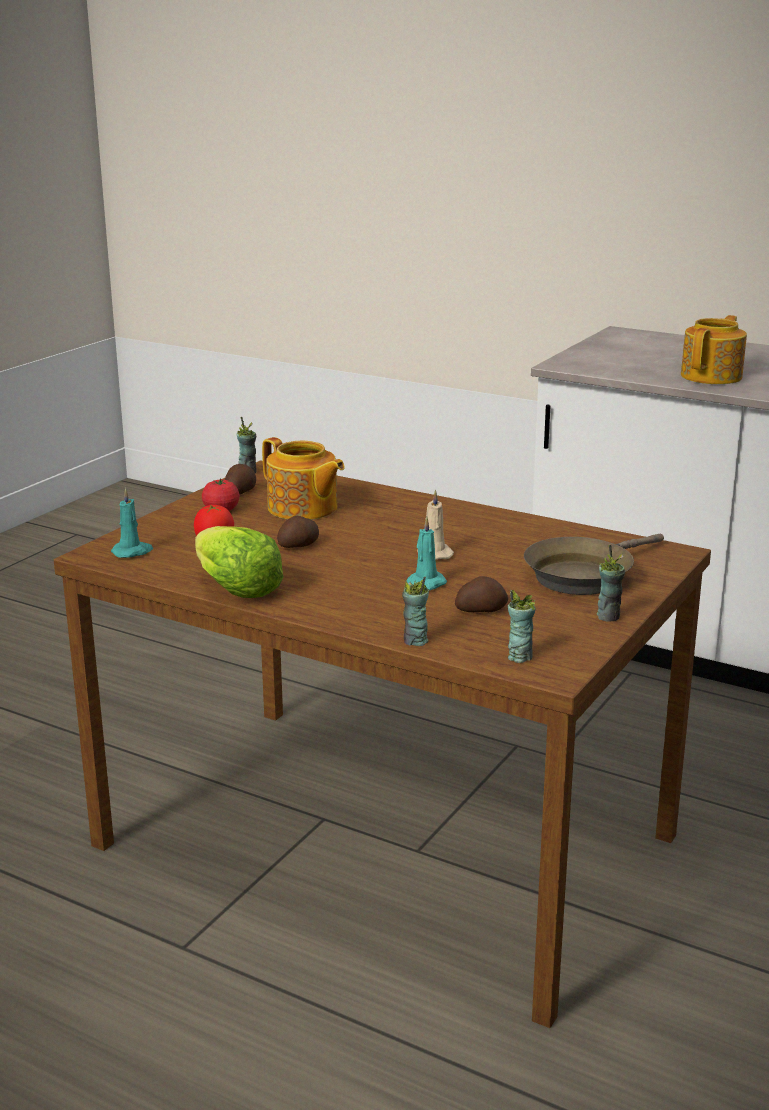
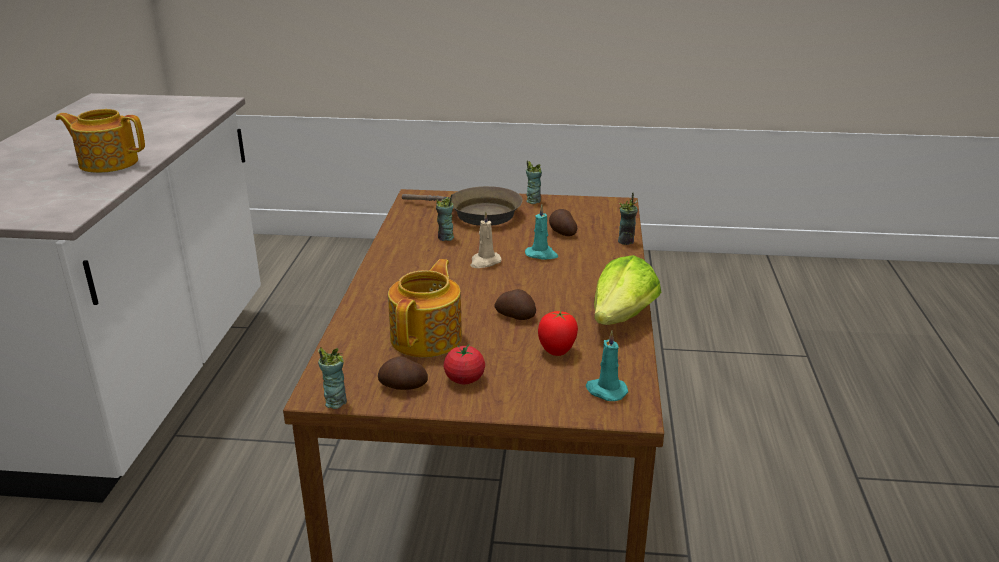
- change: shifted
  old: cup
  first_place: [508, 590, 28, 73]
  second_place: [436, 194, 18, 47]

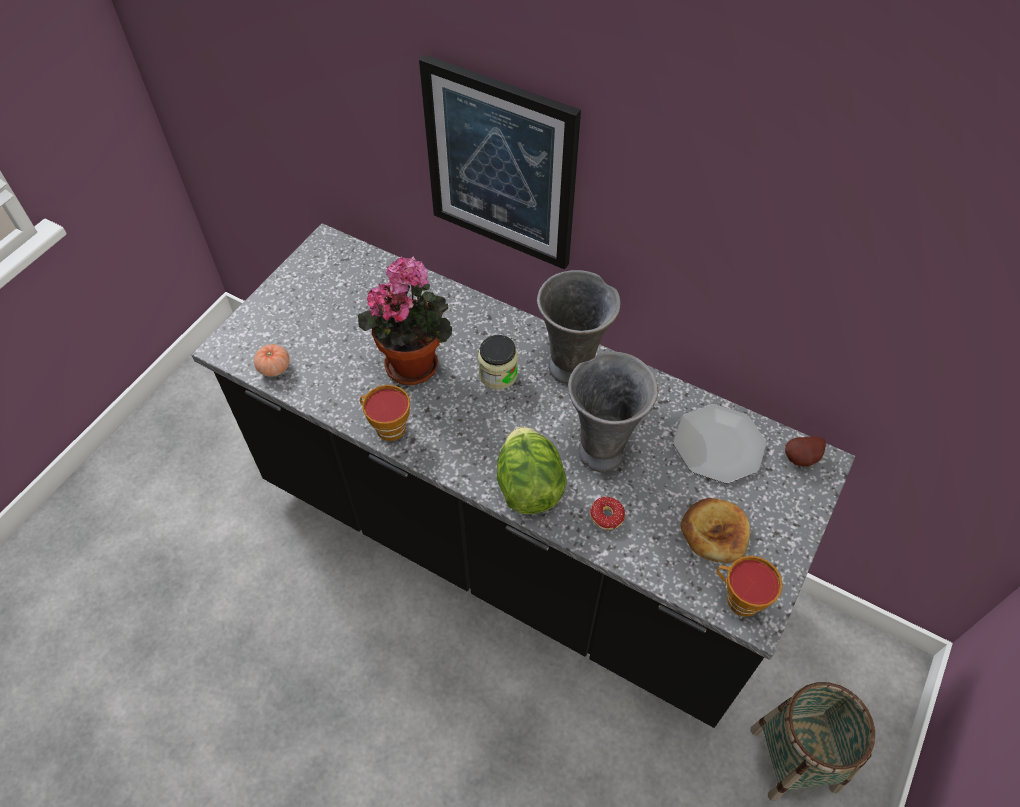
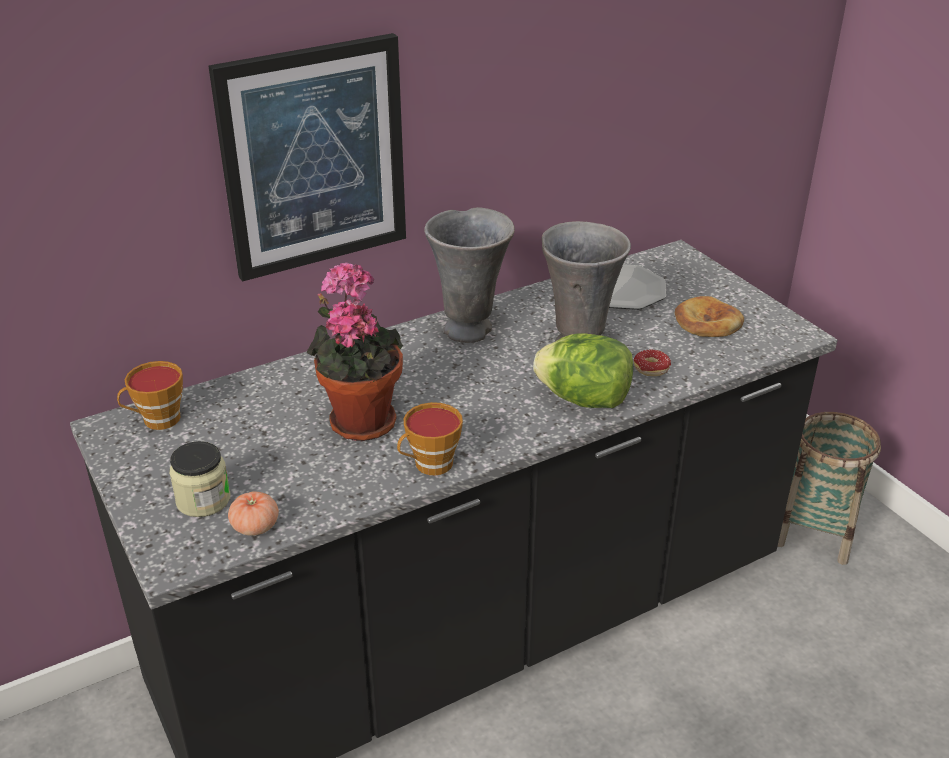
- change: shifted
  old: jar
  first_place: [478, 335, 40, 54]
  second_place: [169, 441, 61, 76]
- change: gone
  old: potato
  first_place: [785, 436, 41, 31]
- change: shifted
  old: cup
  first_place: [716, 556, 67, 61]
  second_place: [117, 361, 66, 69]

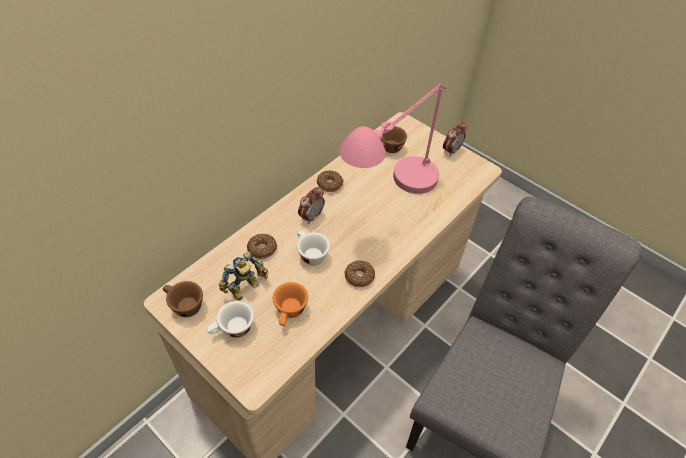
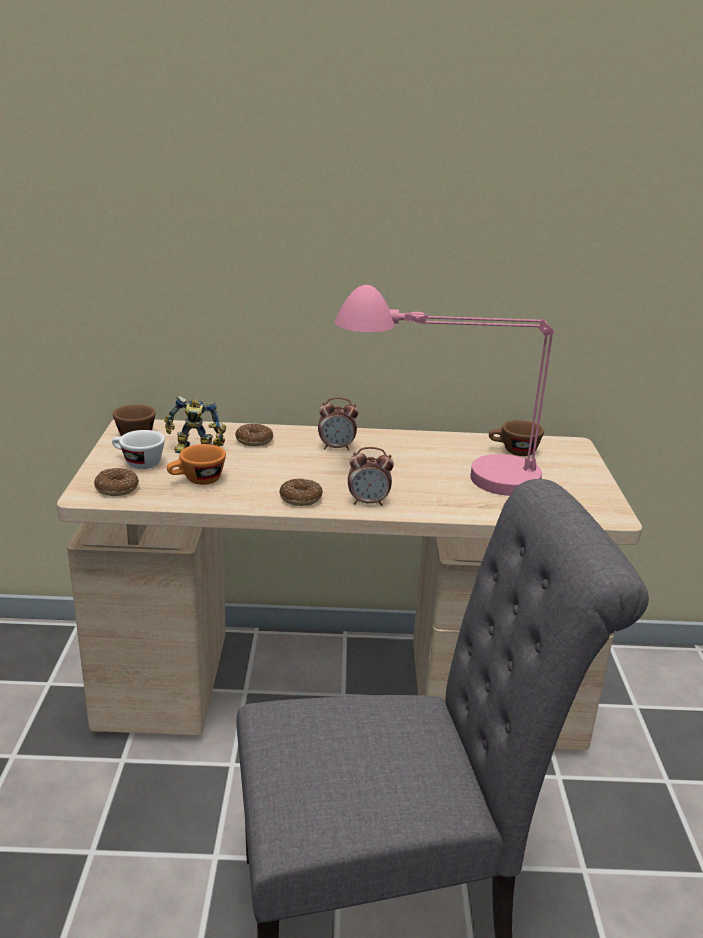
- change: shifted
  old: alarm_clock
  first_place: [443, 122, 24, 35]
  second_place: [348, 447, 46, 59]
- change: shifted
  old: donut
  first_place: [317, 170, 26, 22]
  second_place: [94, 468, 45, 28]
- change: gone
  old: white_cup
  first_place: [297, 231, 33, 34]

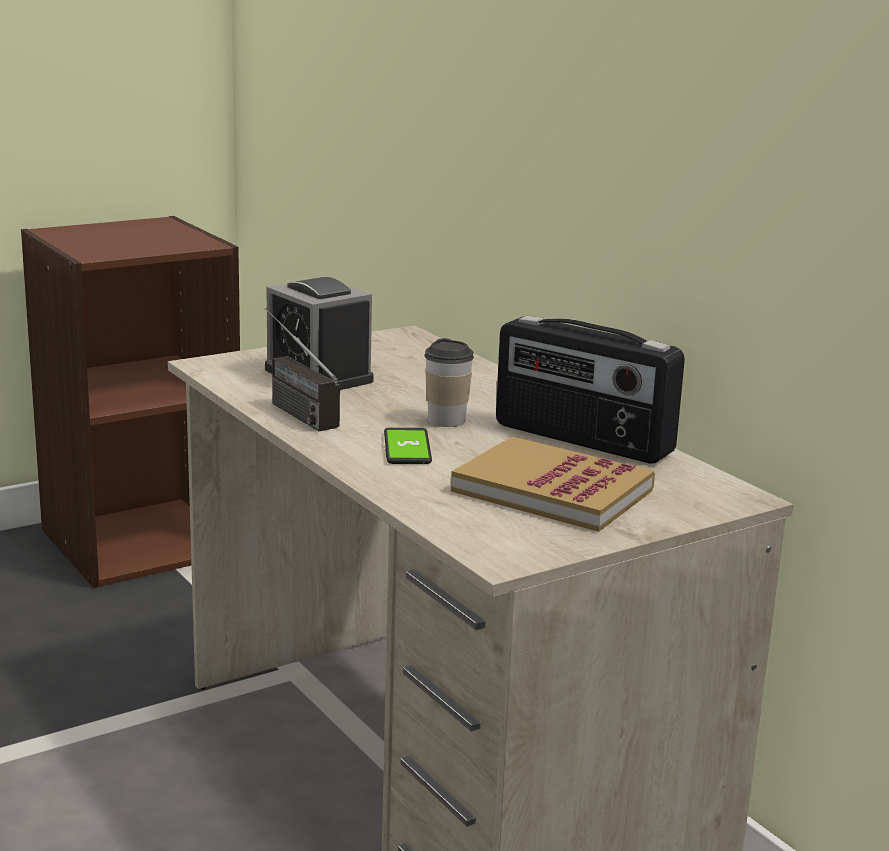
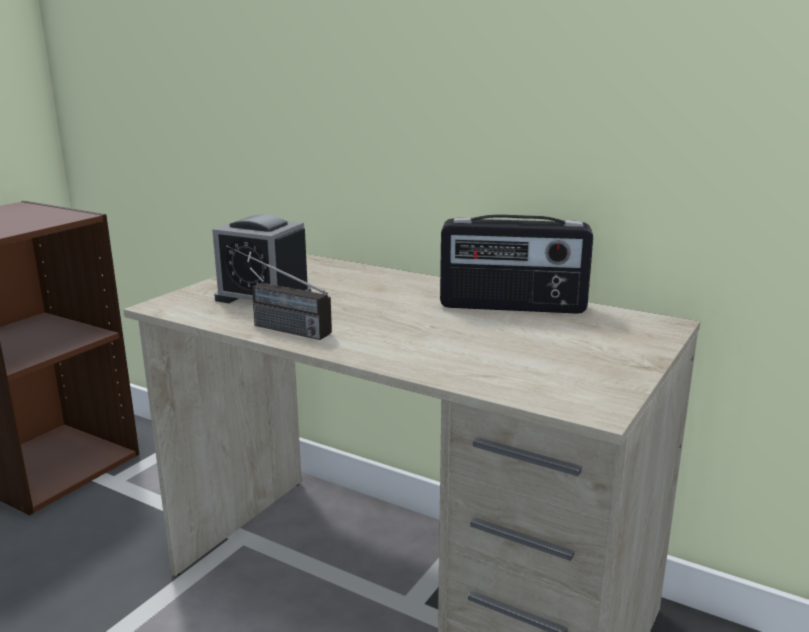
- change: gone
  old: cup
  first_place: [424, 338, 50, 89]
- change: gone
  old: phone
  first_place: [384, 428, 48, 36]
- change: gone
  old: book
  first_place: [451, 436, 204, 96]

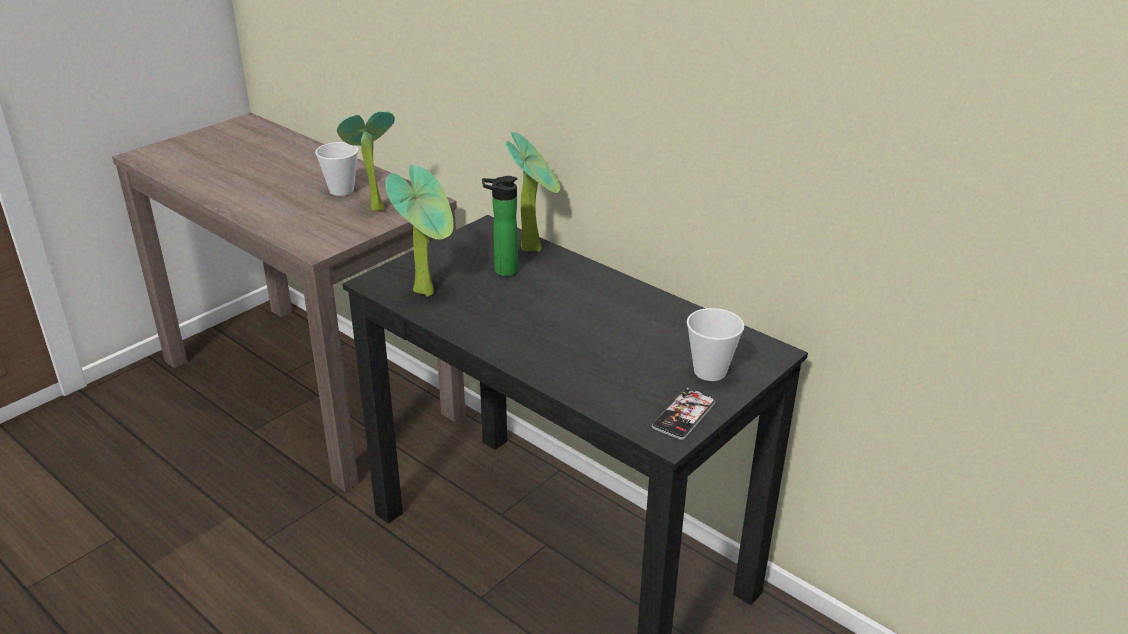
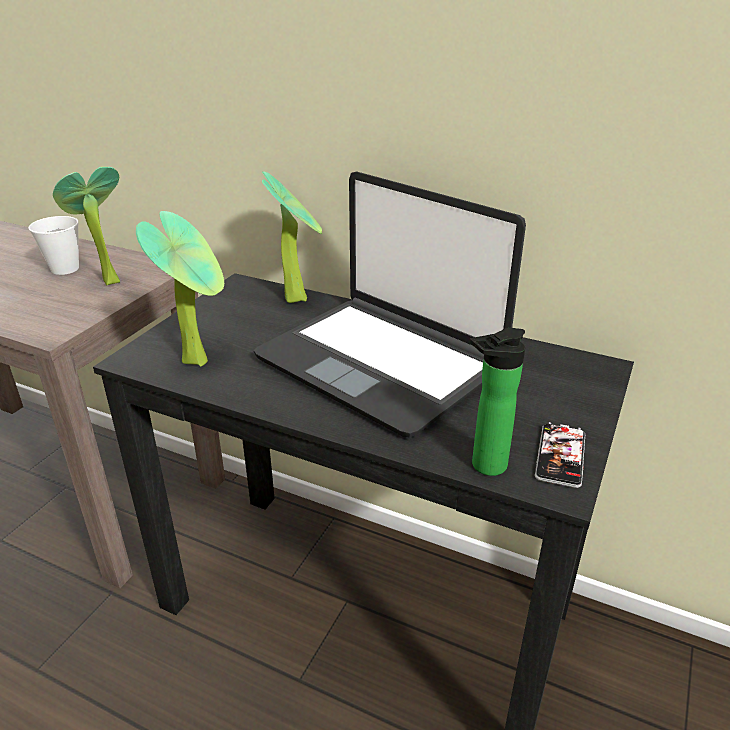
- change: shifted
  old: bottle
  first_place: [482, 176, 36, 100]
  second_place: [470, 328, 55, 148]
- change: gone
  old: cup
  first_place: [687, 308, 57, 73]
- change: new
  new: laptop
  second_place: [254, 171, 272, 267]

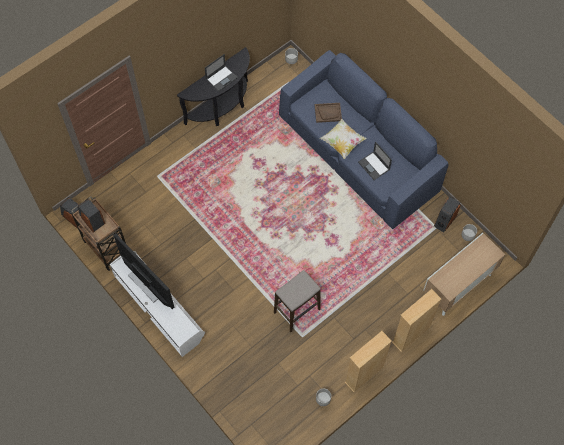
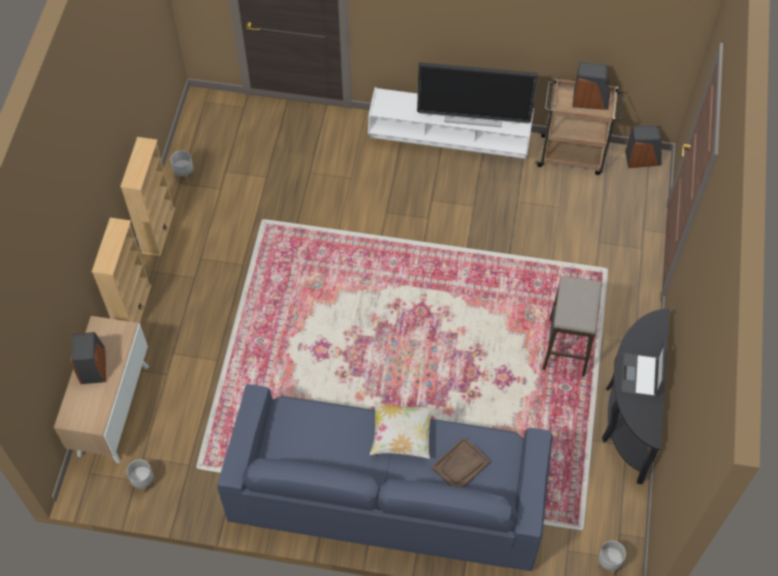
- change: gone
  old: laptop
  first_place: [358, 142, 34, 38]
- change: shifted
  old: speaker
  first_place: [434, 197, 27, 35]
  second_place: [70, 332, 36, 52]
- change: shifted
  old: stool
  first_place: [274, 270, 47, 62]
  second_place: [542, 276, 60, 101]

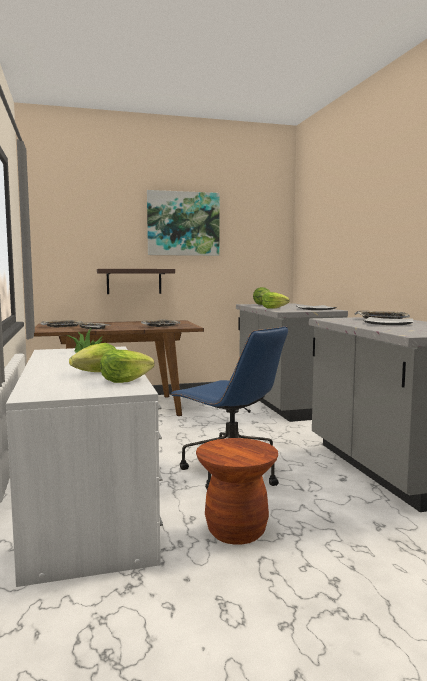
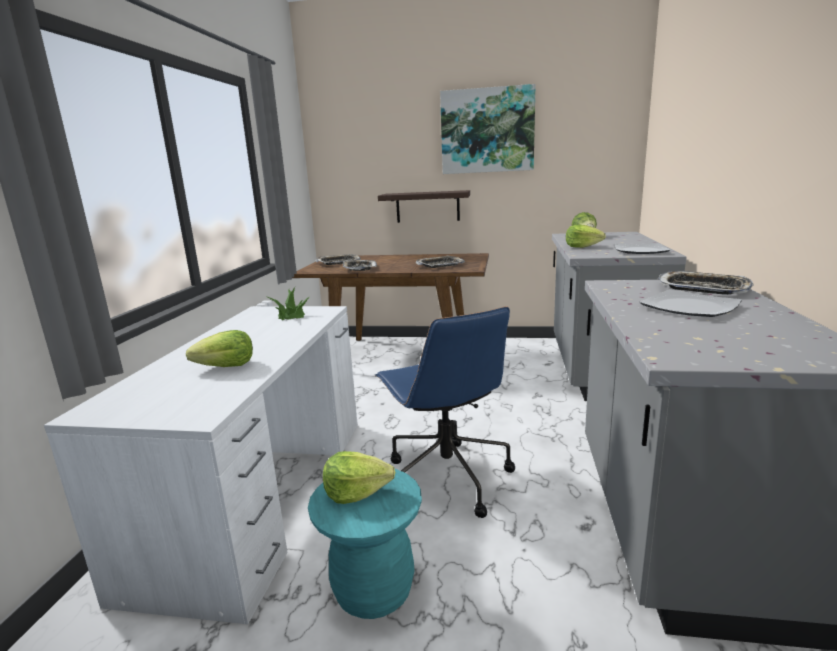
- change: shifted
  old: lettuce
  first_place: [100, 349, 54, 34]
  second_place: [323, 451, 72, 53]
- change: repainted
  old: brown_stool
  new: turquoise_stool
  first_place: [196, 438, 82, 107]
  second_place: [308, 469, 114, 150]

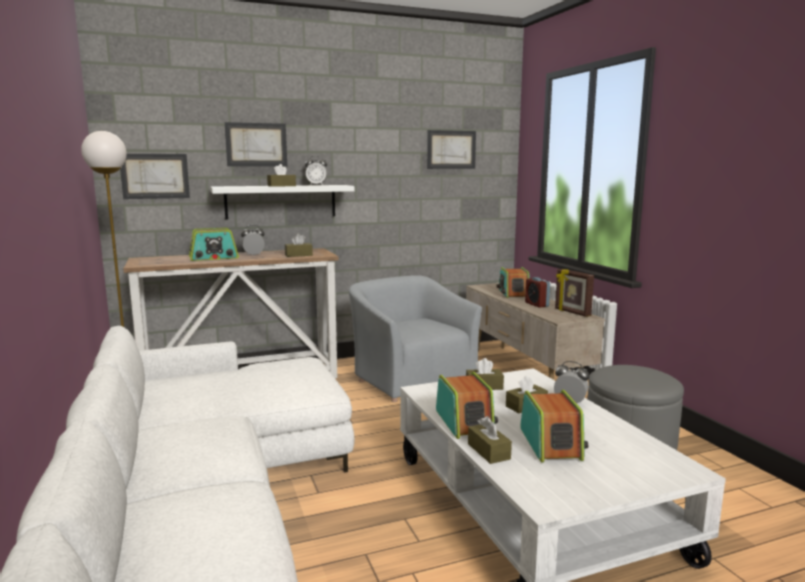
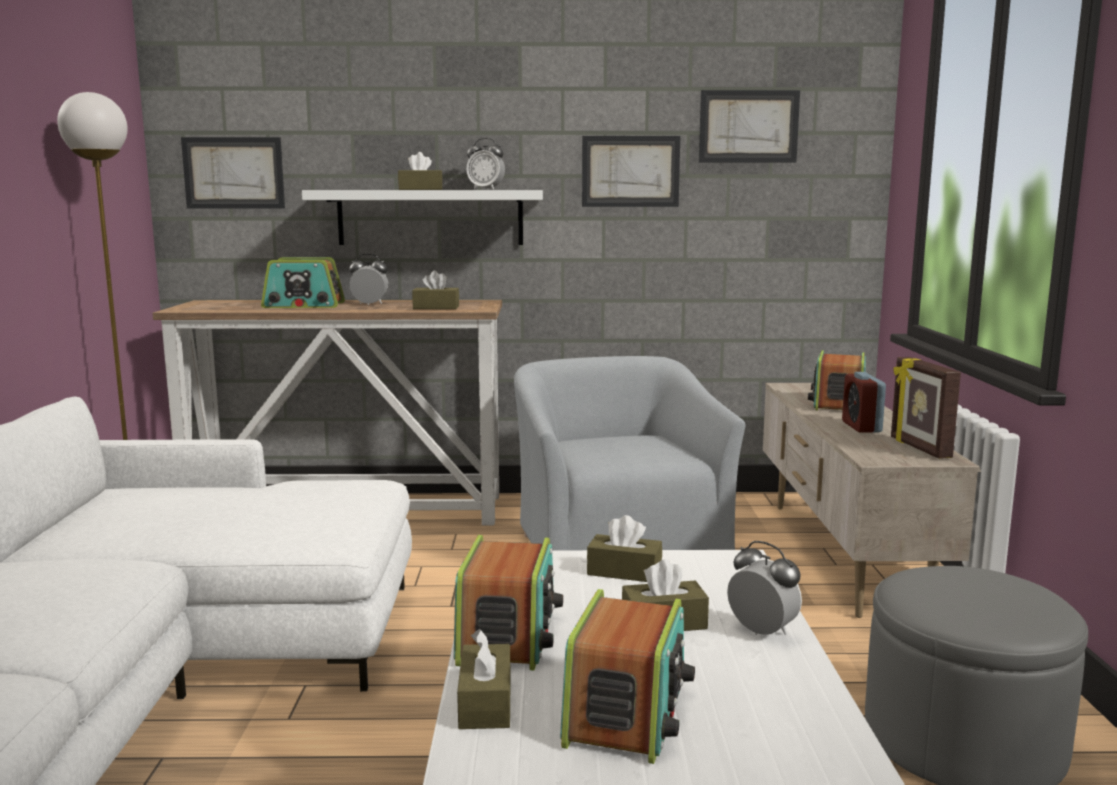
- change: shifted
  old: picture
  first_place: [225, 122, 62, 44]
  second_place: [582, 136, 98, 71]

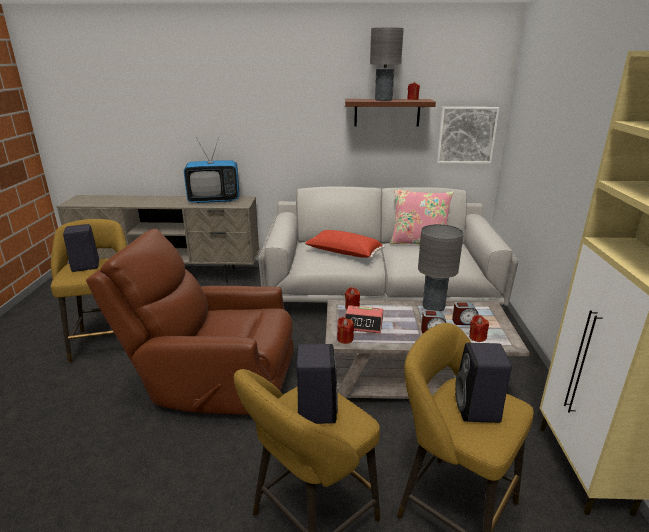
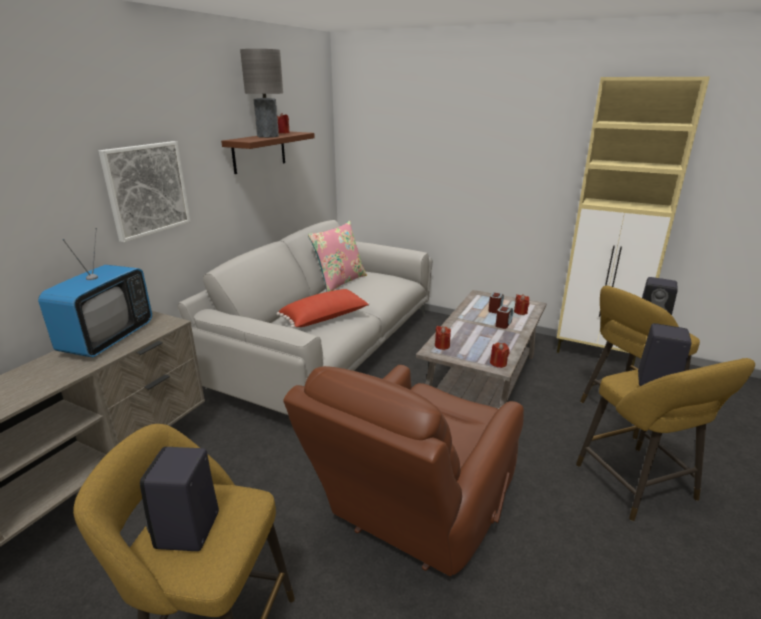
- change: shifted
  old: picture
  first_place: [437, 107, 63, 57]
  second_place: [99, 141, 92, 101]
- change: gone
  old: grey_table_lamp
  first_place: [418, 224, 46, 87]
- change: gone
  old: alarm_clock
  first_place: [345, 305, 38, 28]

